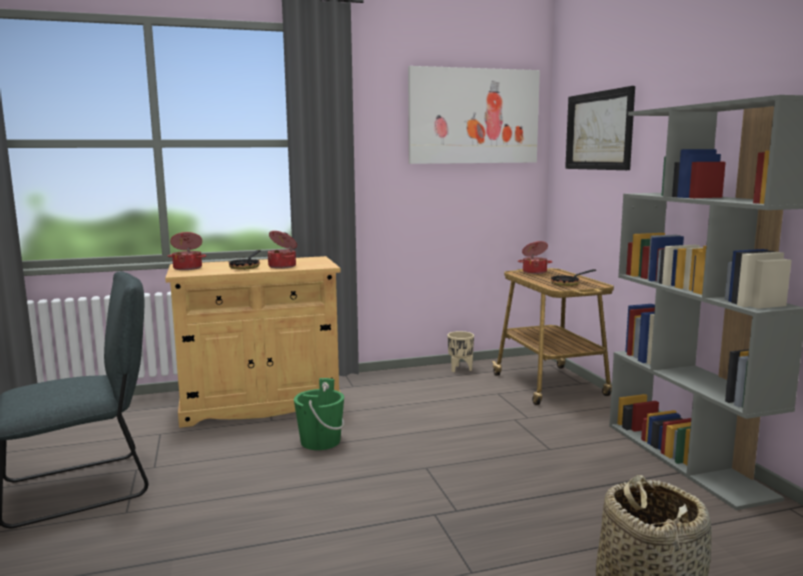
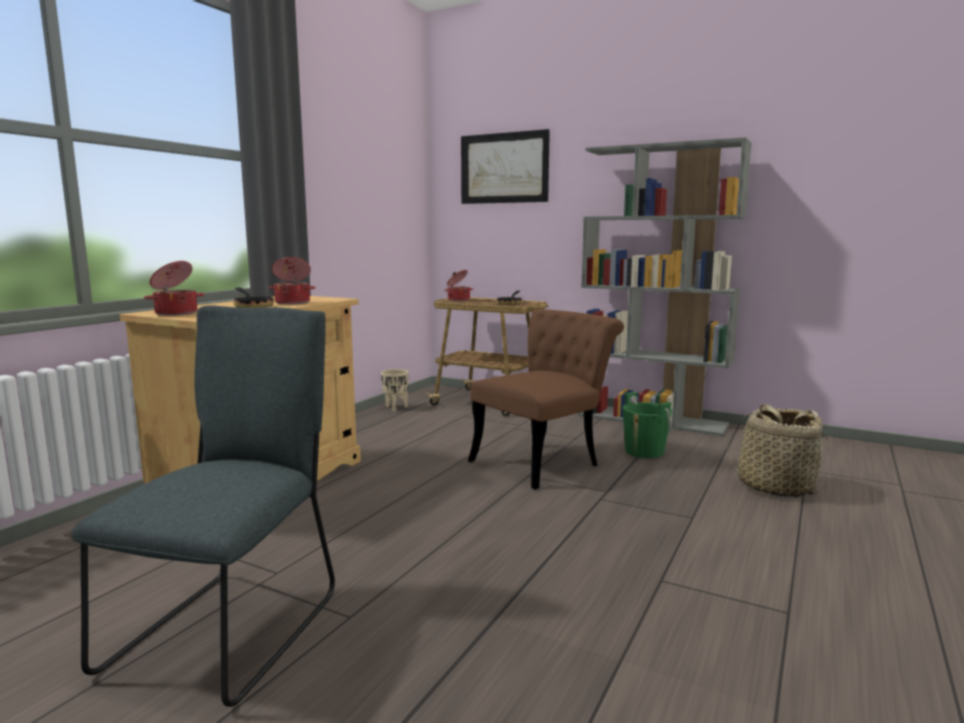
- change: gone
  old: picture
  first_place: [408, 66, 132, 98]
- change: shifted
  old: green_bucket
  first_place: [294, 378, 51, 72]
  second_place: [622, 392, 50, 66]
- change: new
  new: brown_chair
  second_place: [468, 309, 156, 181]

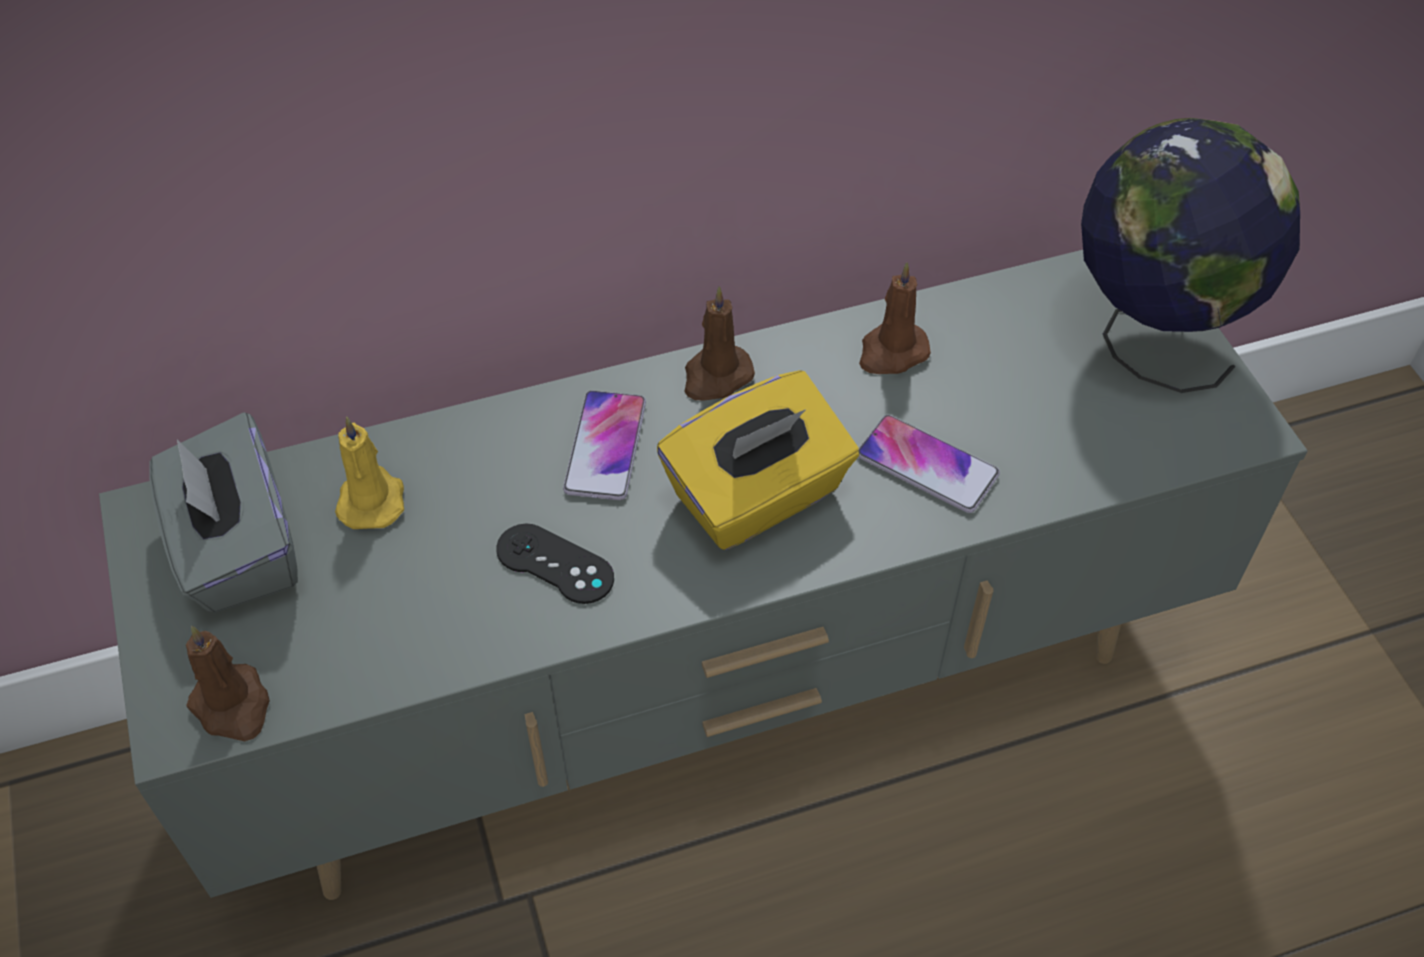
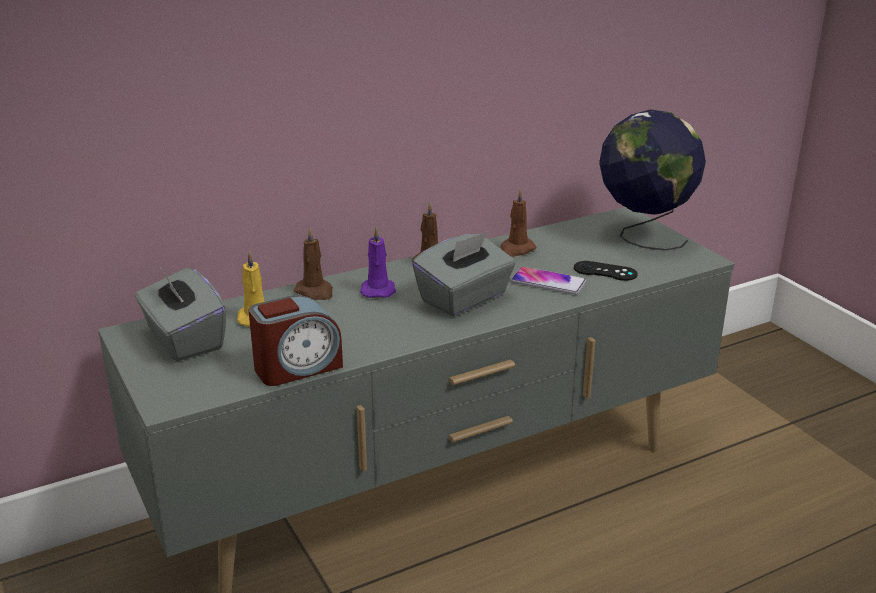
- change: repainted
  old: yellow_tissue_box
  new: grey_tissue_box
  first_place: [657, 370, 202, 180]
  second_place: [412, 231, 104, 85]
- change: swapped
  old: phone
  new: purple_candle
  first_place: [563, 390, 83, 110]
  second_place: [360, 227, 36, 71]
- change: shifted
  old: black_game_controller
  first_place: [496, 524, 118, 80]
  second_place: [574, 261, 64, 20]
- change: shifted
  old: brown_candle
  first_place: [186, 626, 84, 115]
  second_place: [294, 227, 39, 73]
- change: new
  new: alarm_clock
  second_place: [249, 295, 94, 91]

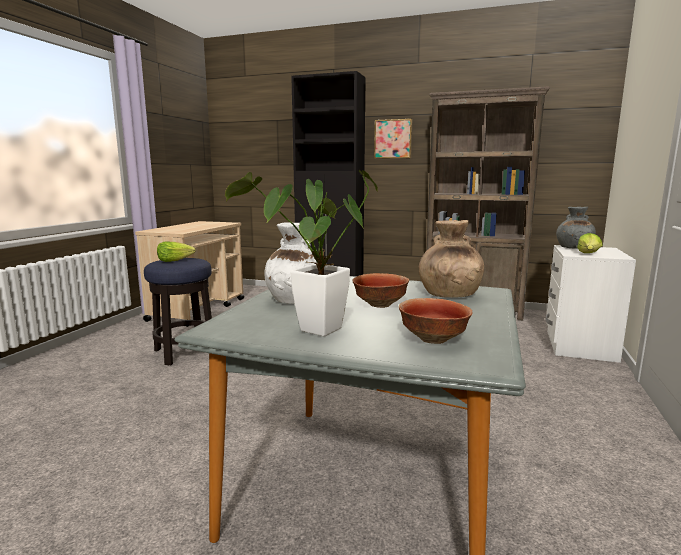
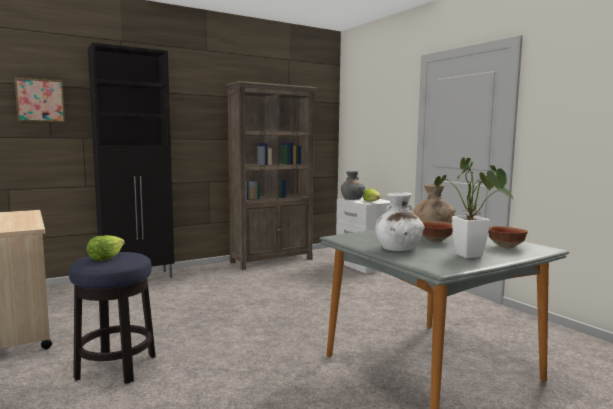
- change: shifted
  old: picture
  first_place: [374, 119, 38, 40]
  second_place: [15, 78, 50, 44]

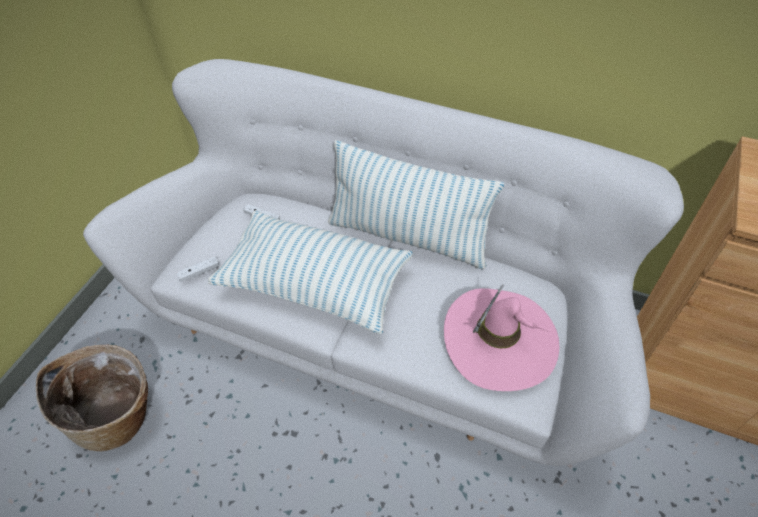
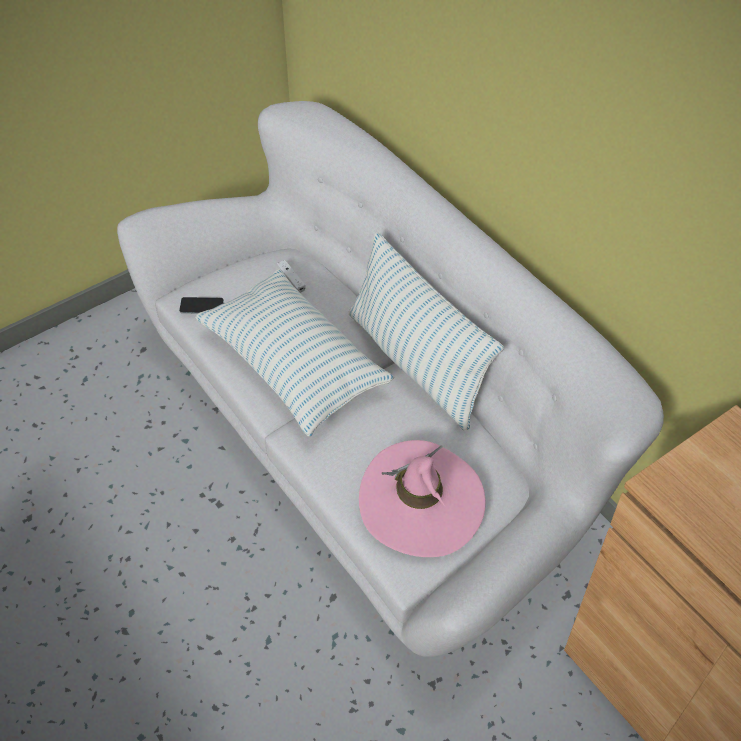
- change: swapped
  old: white_game_controller
  new: phone
  first_place: [176, 257, 43, 25]
  second_place: [179, 297, 45, 16]
- change: gone
  old: basket
  first_place: [36, 344, 112, 107]

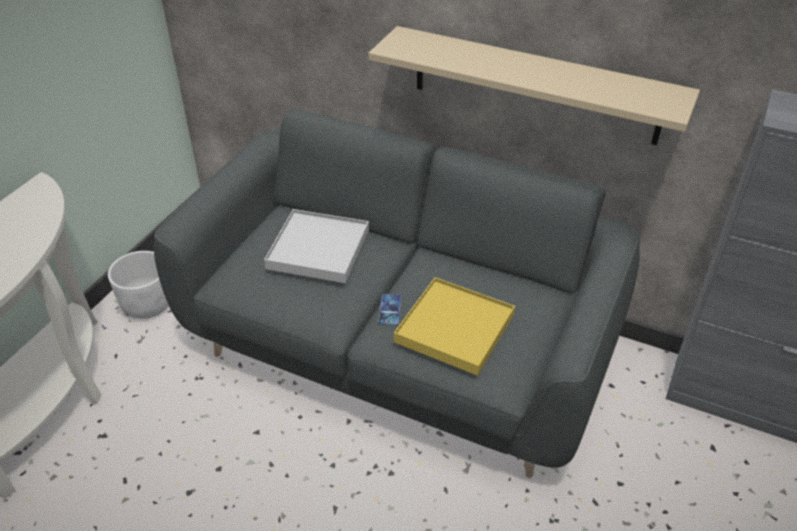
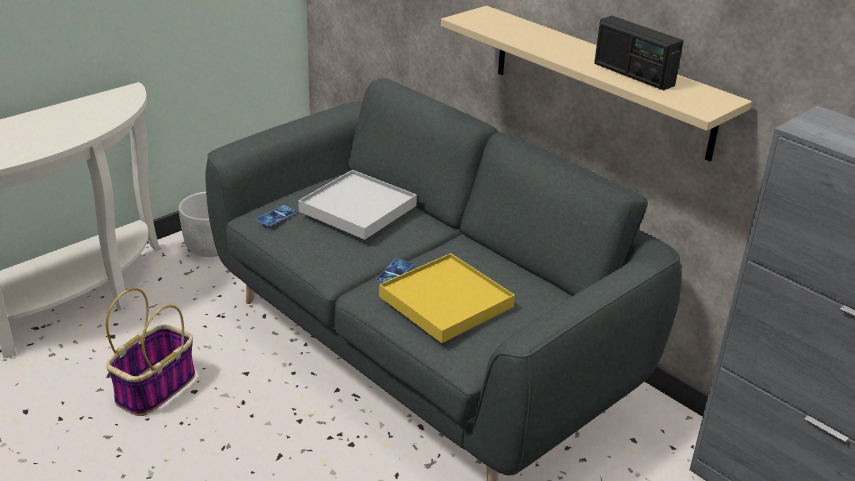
- change: new
  new: radio
  second_place: [594, 16, 89, 74]
- change: new
  new: phone
  second_place: [256, 205, 41, 21]
- change: new
  new: basket
  second_place: [106, 288, 89, 128]

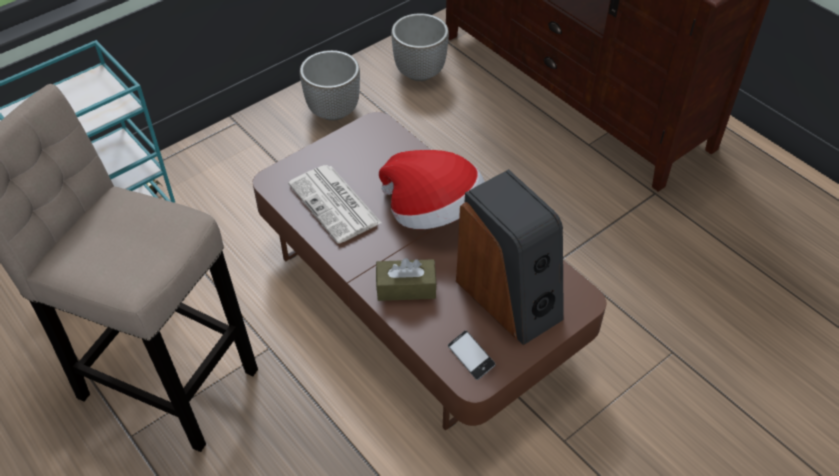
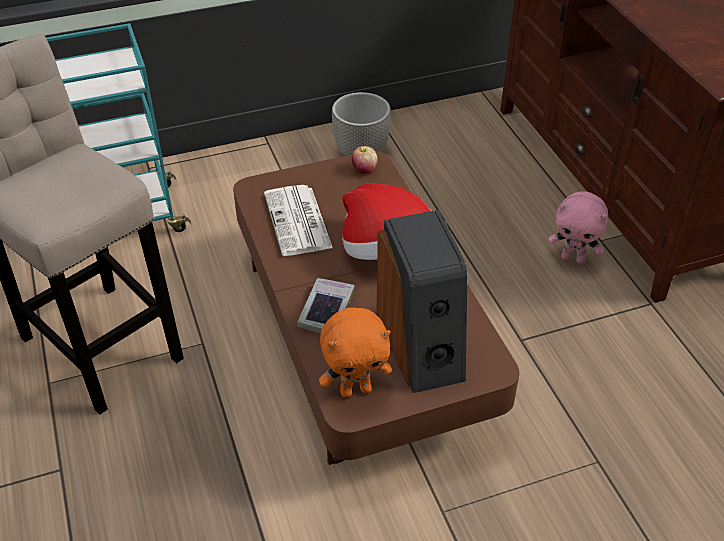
- change: gone
  old: planter
  first_place: [391, 13, 58, 68]
- change: swapped
  old: brown_tissue_box
  new: book
  first_place: [376, 258, 61, 43]
  second_place: [297, 278, 58, 55]
- change: swapped
  old: phone
  new: orange_plush_toy
  first_place: [448, 331, 48, 49]
  second_place: [319, 308, 73, 89]
- change: new
  new: apple
  second_place: [352, 146, 26, 28]
- change: new
  new: pink_plush_toy
  second_place: [548, 191, 60, 73]

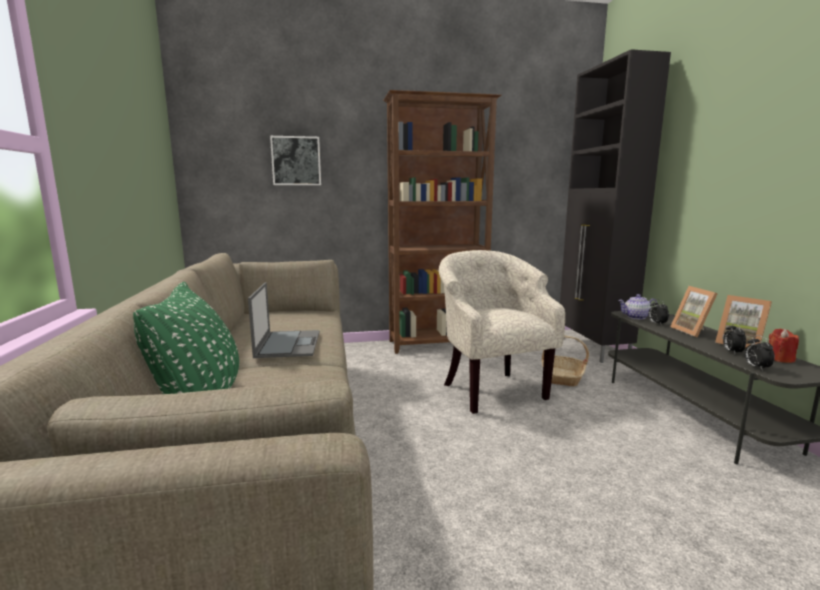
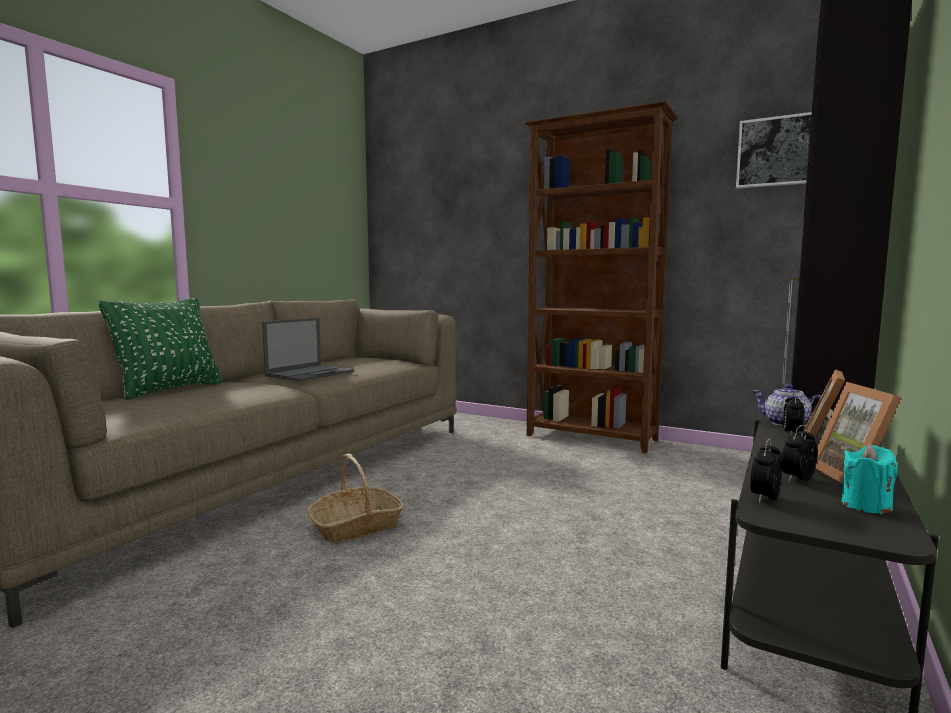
- change: shifted
  old: picture
  first_place: [270, 136, 51, 49]
  second_place: [736, 112, 76, 77]
- change: gone
  old: beige_armchair
  first_place: [439, 250, 126, 164]
- change: repainted
  old: red_candle
  new: turquoise_candle
  first_place: [769, 329, 30, 34]
  second_place: [841, 444, 57, 70]
- change: shifted
  old: basket
  first_place: [542, 335, 47, 51]
  second_place: [307, 454, 97, 88]

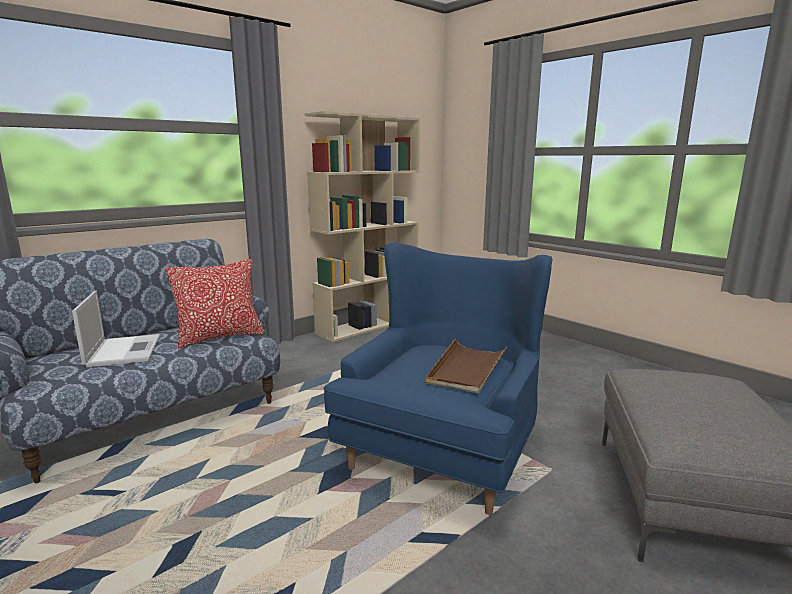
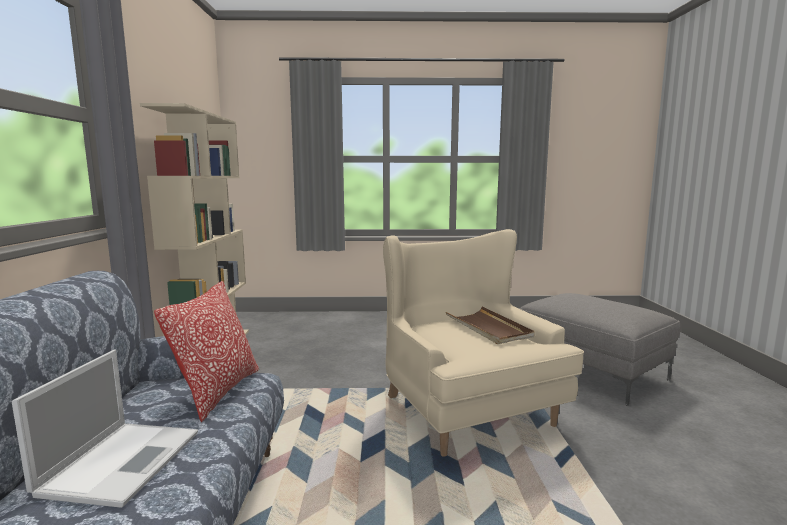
- change: repainted
  old: blue_armchair
  new: beige_armchair
  first_place: [323, 242, 229, 274]
  second_place: [383, 229, 201, 228]
- change: rotated
  old: laptop
  first_place: [72, 291, 88, 76]
  second_place: [12, 349, 186, 159]
  degrees: 75

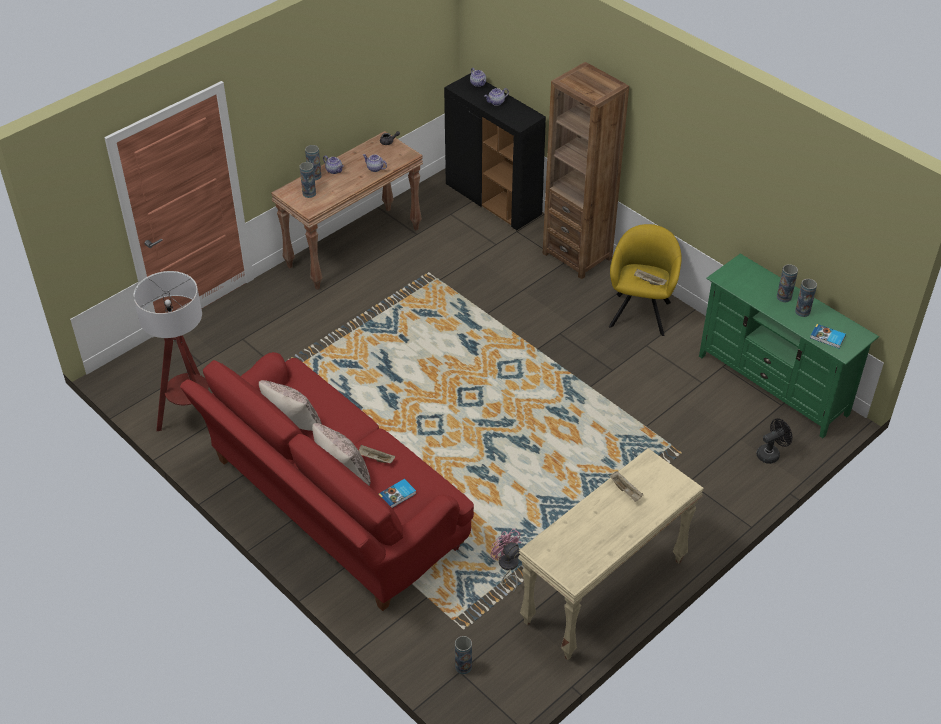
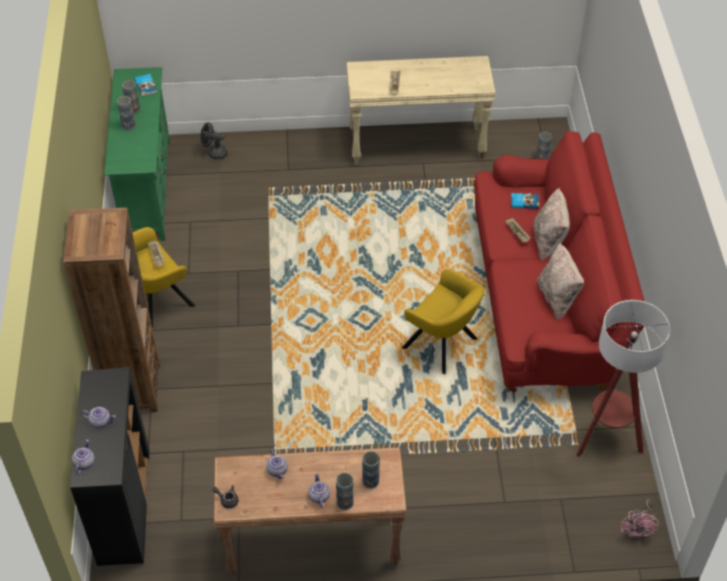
- change: shifted
  old: pink_fan
  first_place: [490, 528, 31, 65]
  second_place: [621, 499, 38, 41]
- change: new
  new: yellow_armchair
  second_place: [402, 269, 83, 105]

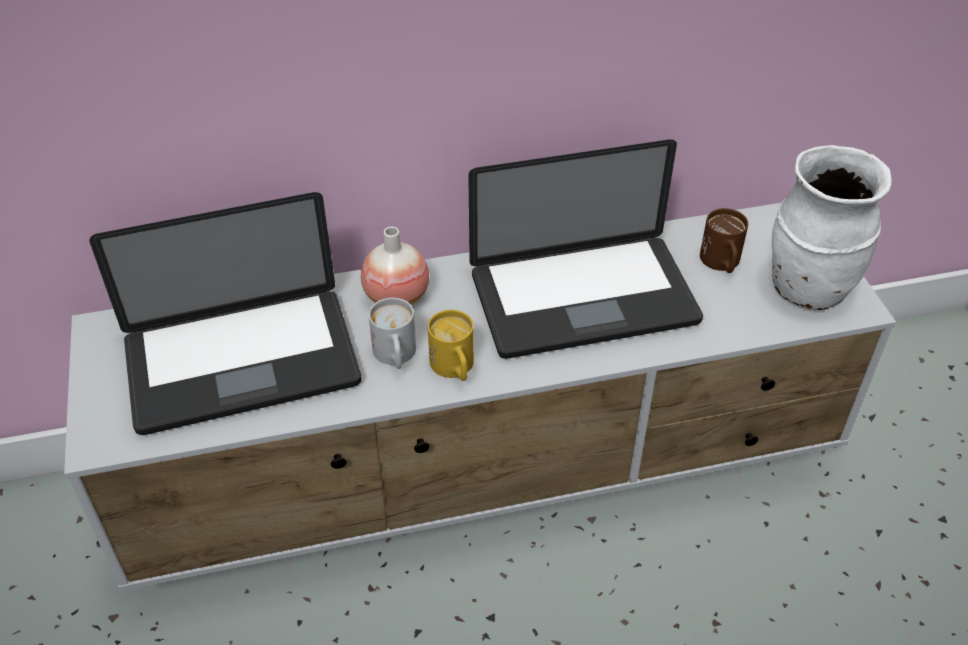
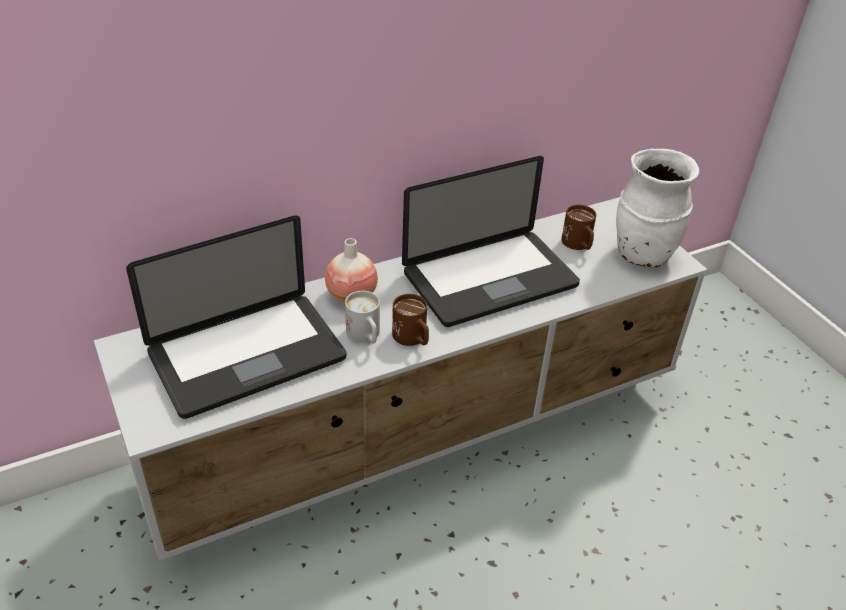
- change: repainted
  old: yellow_mug
  new: brown_mug
  first_place: [428, 310, 46, 71]
  second_place: [392, 294, 37, 52]

